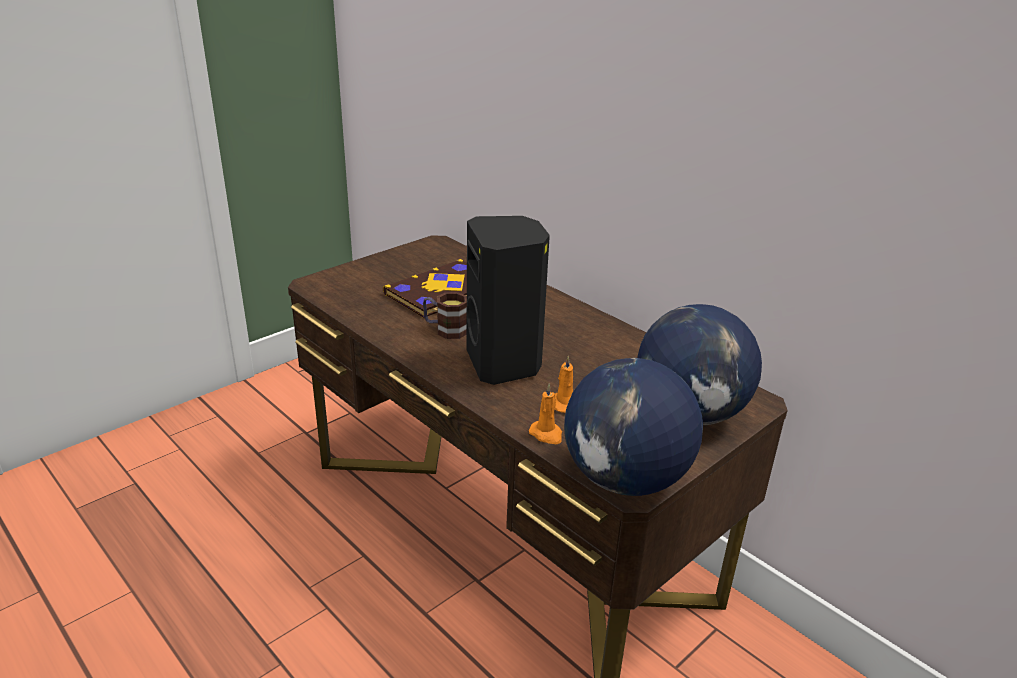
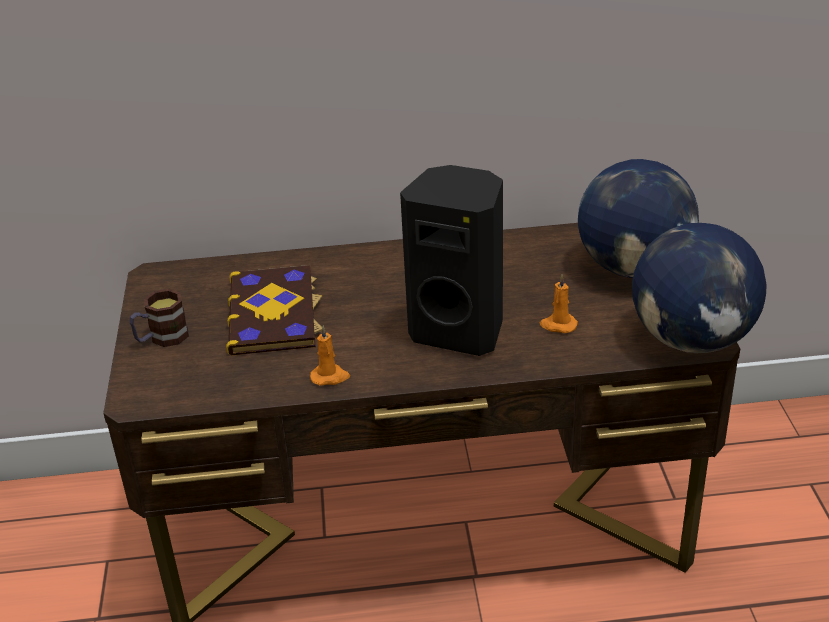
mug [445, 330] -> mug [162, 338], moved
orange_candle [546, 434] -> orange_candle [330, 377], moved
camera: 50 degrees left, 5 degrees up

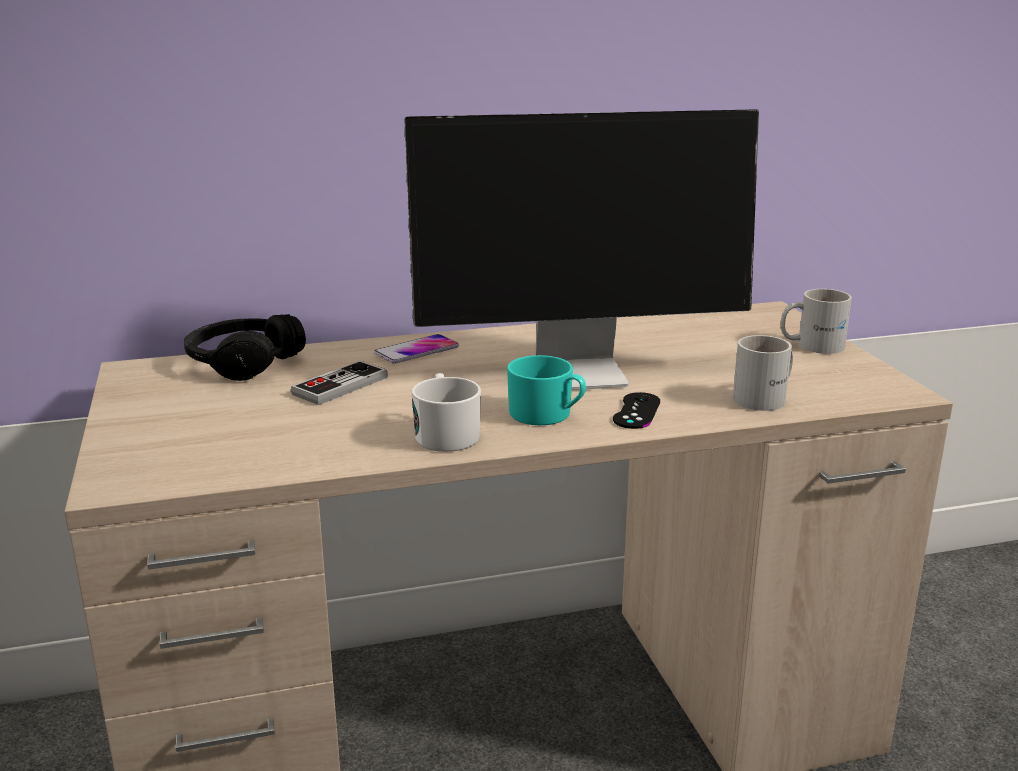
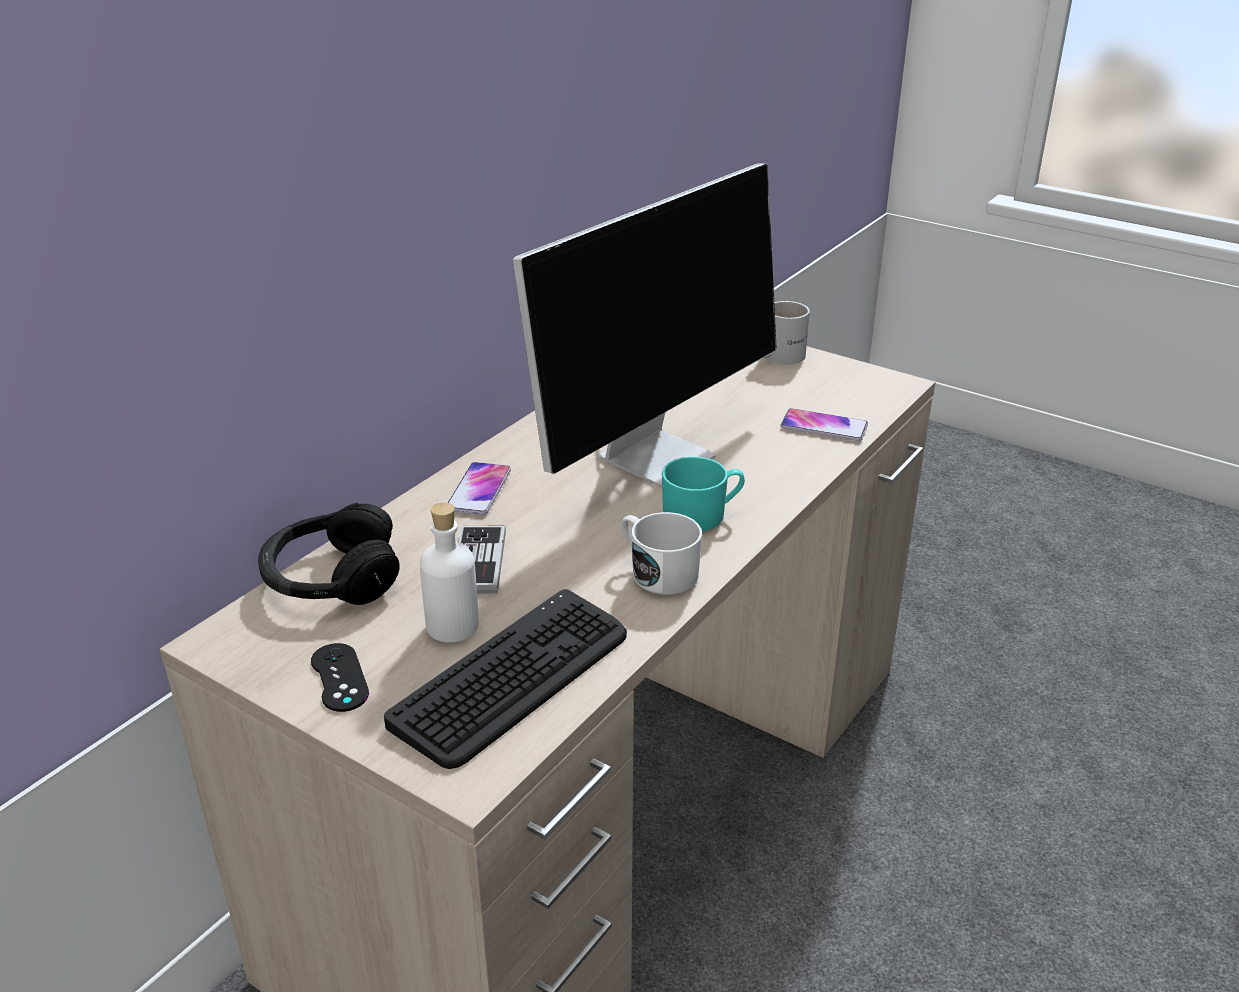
white_mug [767, 398] -> phone [824, 426]
black_game_controller [636, 411] -> black_game_controller [339, 677], moved
none -> white_bottle [452, 626]
none -> keyboard [513, 678]
camera: 40 degrees left, 10 degrees up

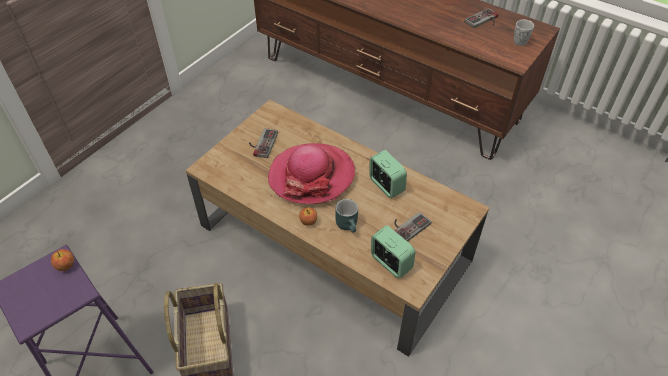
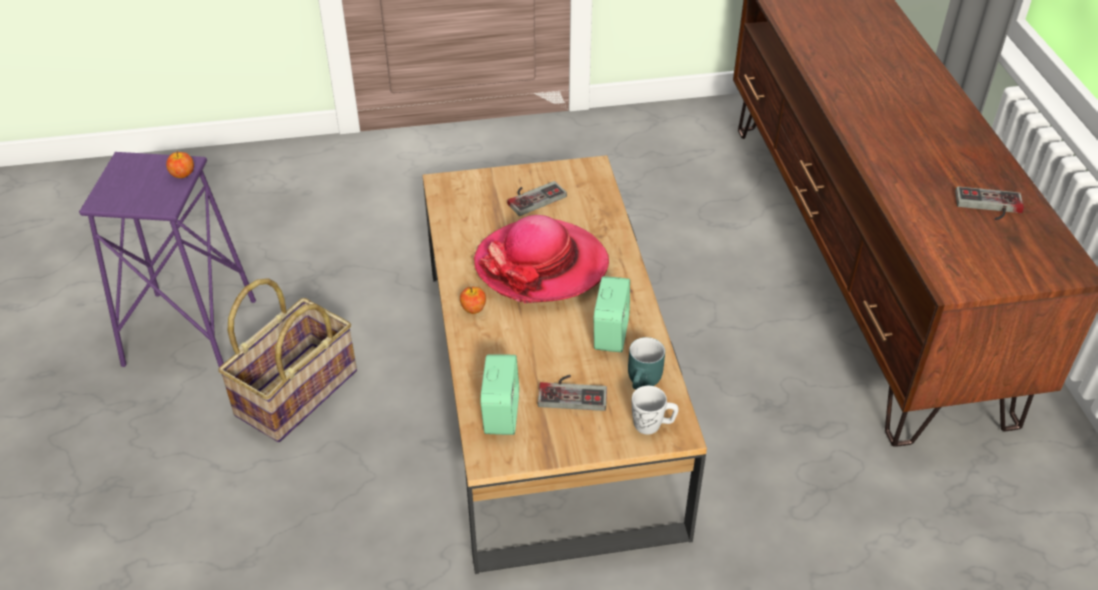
white_mug [522, 41] -> white_mug [653, 425], moved
turquoise_mug [349, 225] -> turquoise_mug [645, 381], moved
camera: 45 degrees right, 5 degrees down

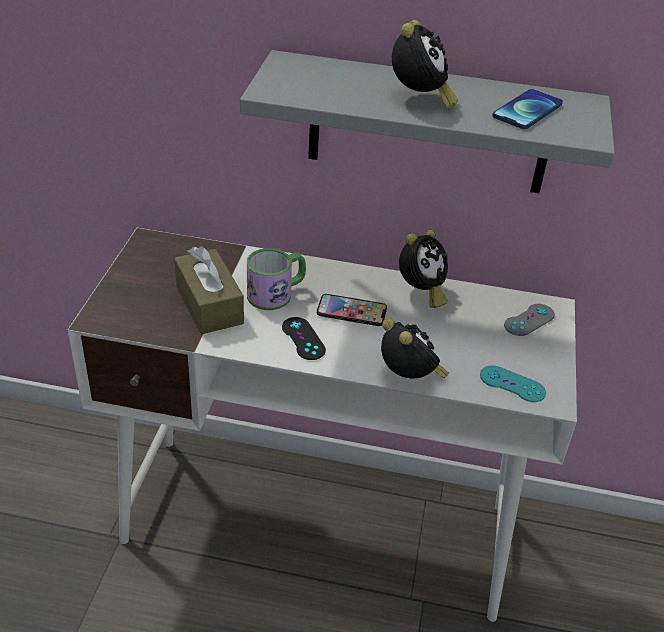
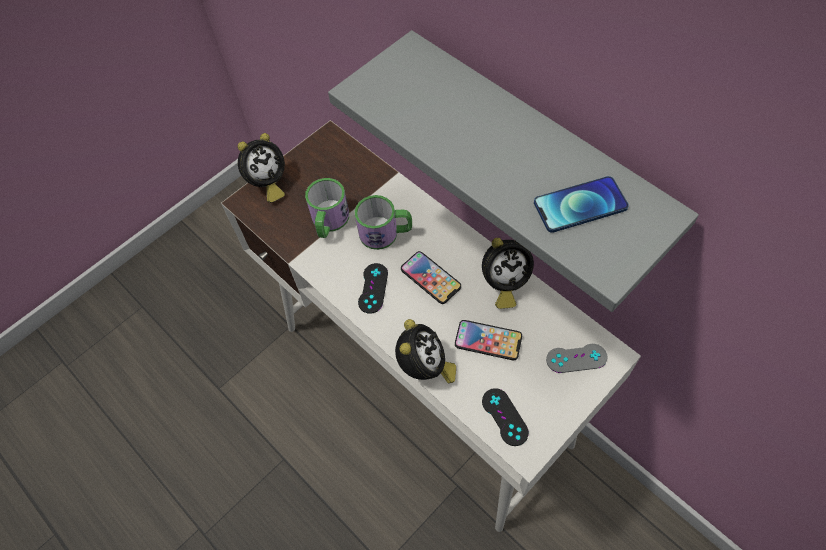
alarm_clock [419, 100] -> alarm_clock [267, 184], moved
brown_tissue_box [209, 304] -> mug [329, 222]
turquoise_game_controller [512, 384] -> black_game_controller [504, 417]
none -> phone [488, 340]
camera: 40 degrees right, 20 degrees up

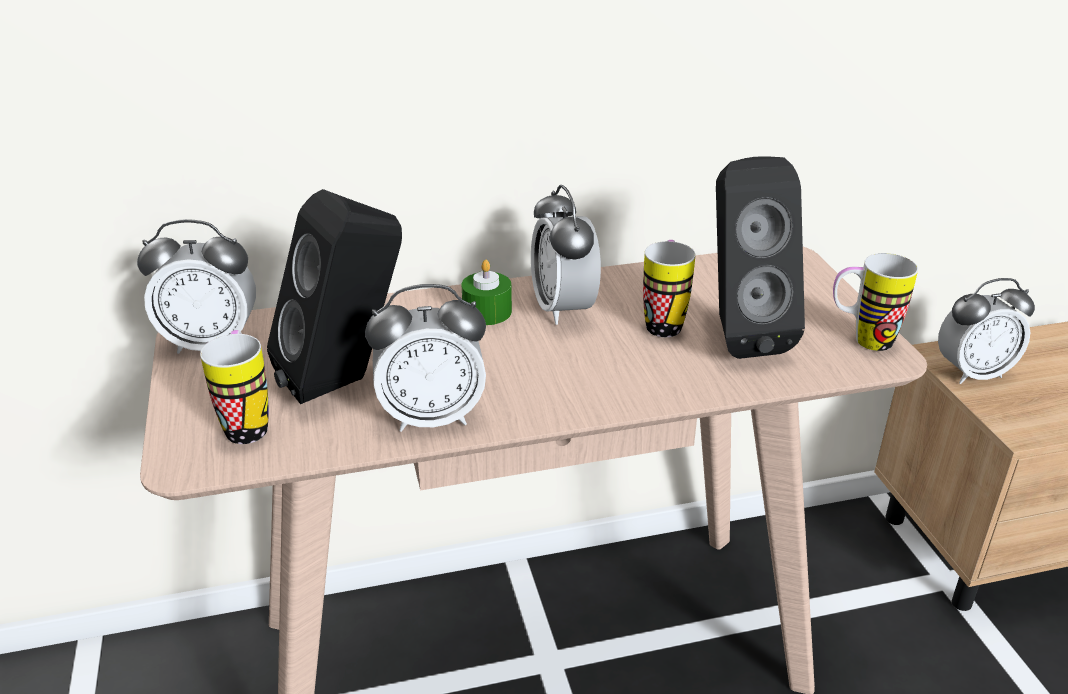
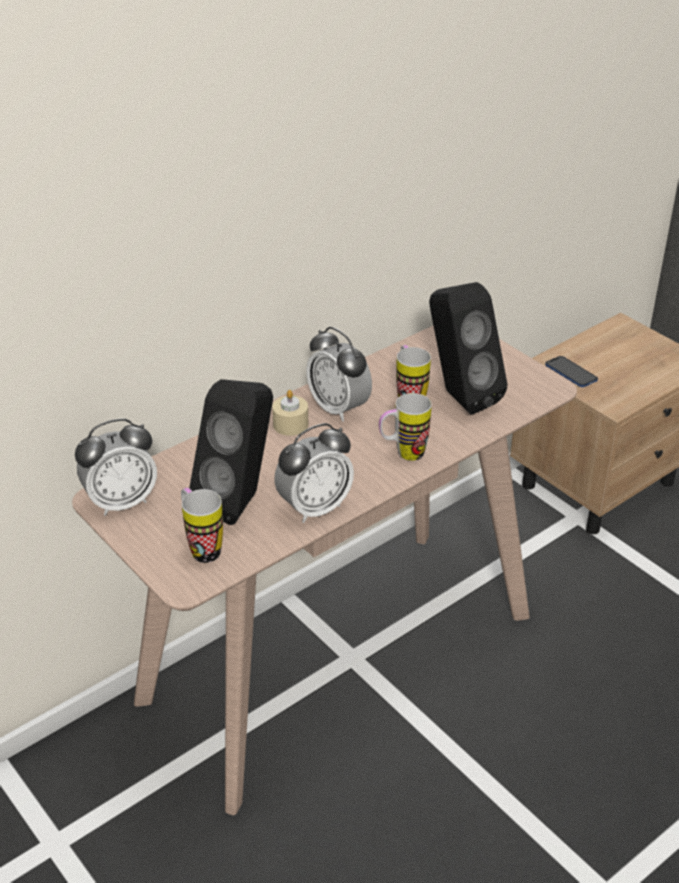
mug [861, 340] -> mug [402, 454], moved
green_candle [487, 312] -> beige_candle [290, 424]
alarm_clock [972, 373] -> phone [571, 373]
camera: 25 degrees left, 5 degrees up

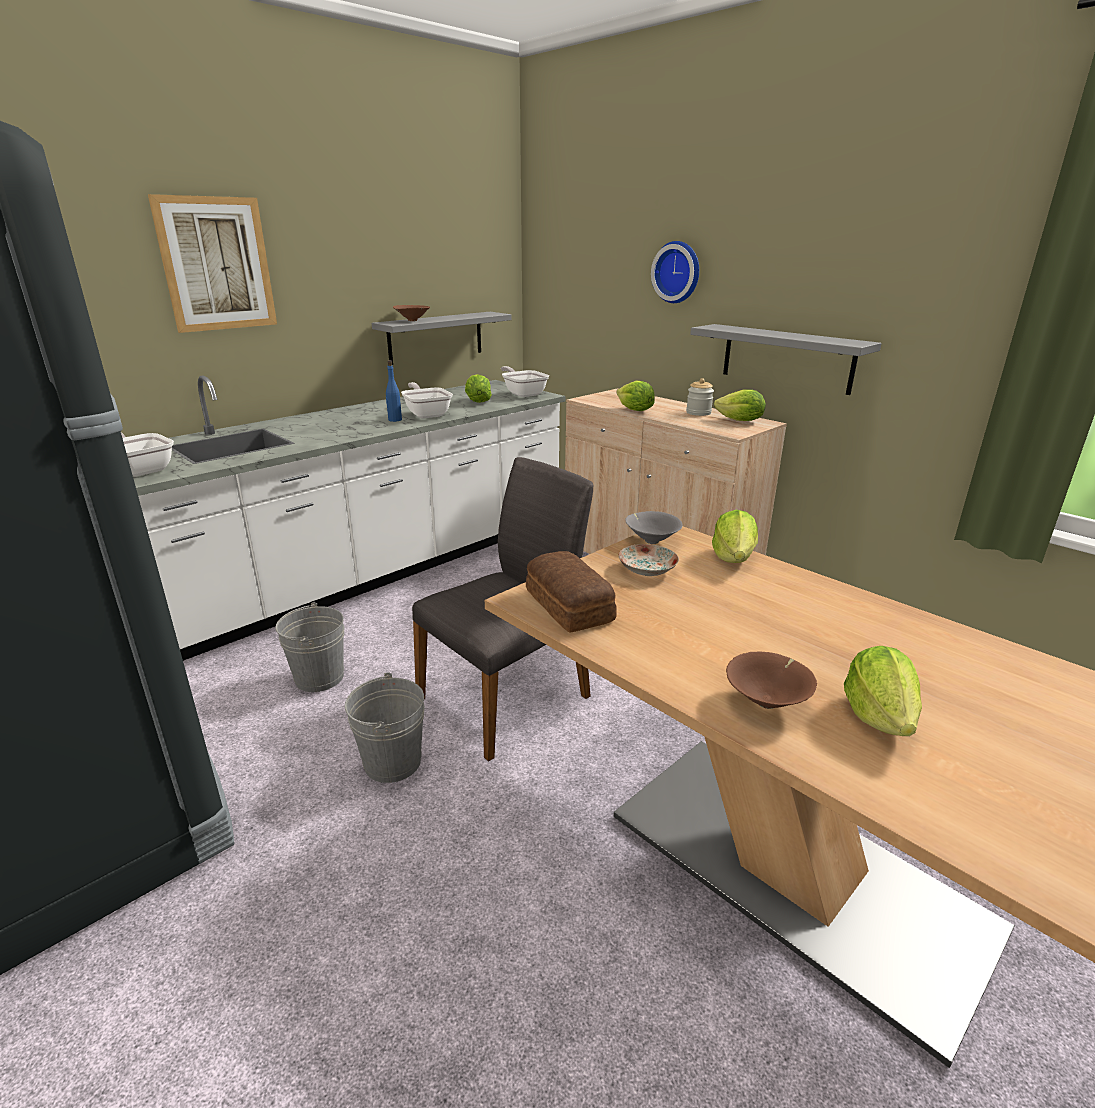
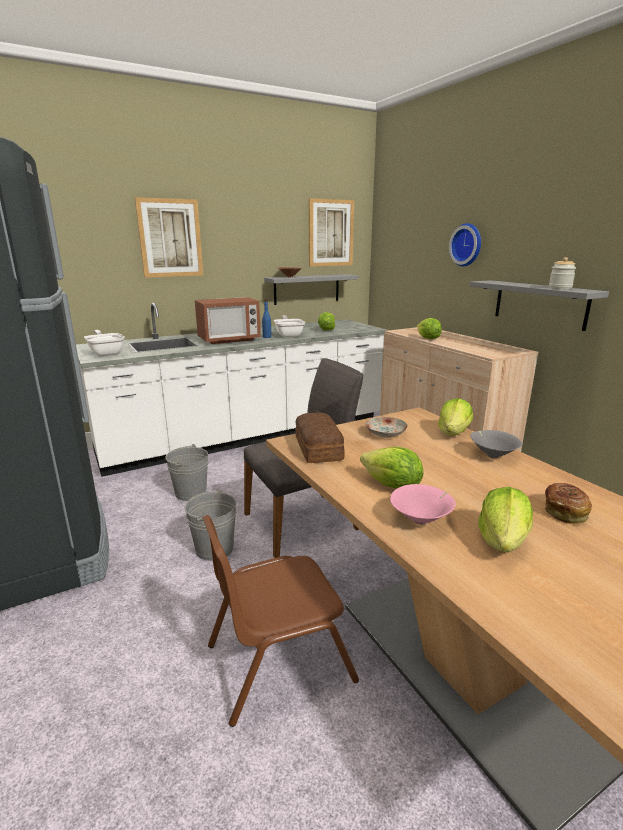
frying_pan [523, 393] -> none
jar [698, 413] -> jar [560, 288], moved
lettuce [740, 421] -> lettuce [392, 486], moved
grey_bowl [651, 541] -> grey_bowl [492, 455], moved
brown_bowl [767, 702] -> pink_bowl [422, 520]
none -> picture [331, 233]
none -> microwave [229, 340]
none -> bread [564, 512]
none -> brown_chair [278, 661]
camera: 15 degrees right, 5 degrees down

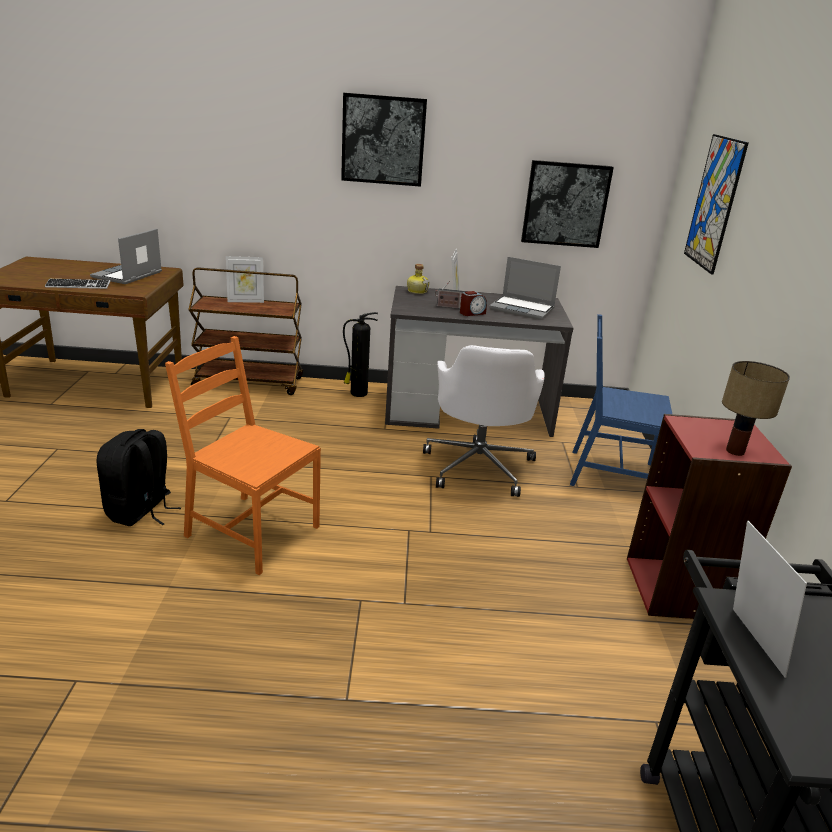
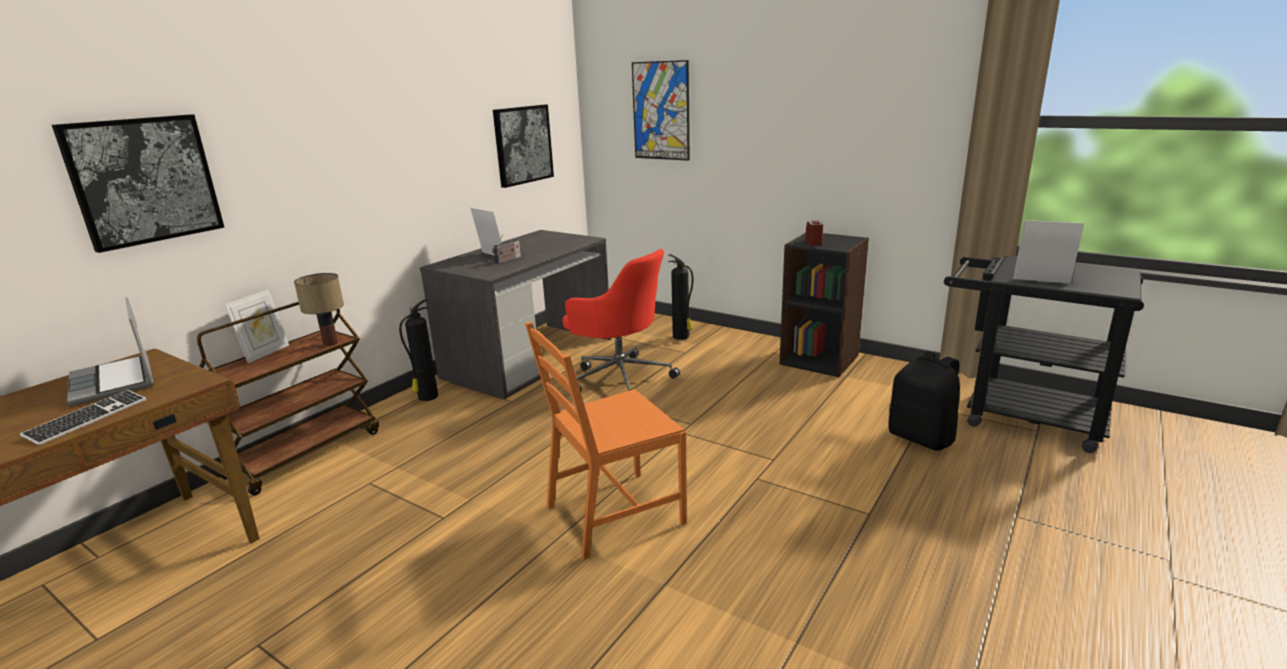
picture [383, 140] -> picture [144, 180], moved
laptop [523, 309] -> none
bottle [417, 291] -> none
alarm_clock [472, 313] -> alarm_clock [814, 242], moved
blue_chair [611, 474] -> fire_extinguisher [681, 337]
white_office_chair [478, 466] -> red_office_chair [619, 378]
table_lamp [734, 451] -> table_lamp [330, 343], moved
red_bookcase [679, 589] -> black_bookcase [819, 359]
black_backpack [140, 511] -> black_backpack [922, 438], moved
camera: 55 degrees left, 5 degrees down

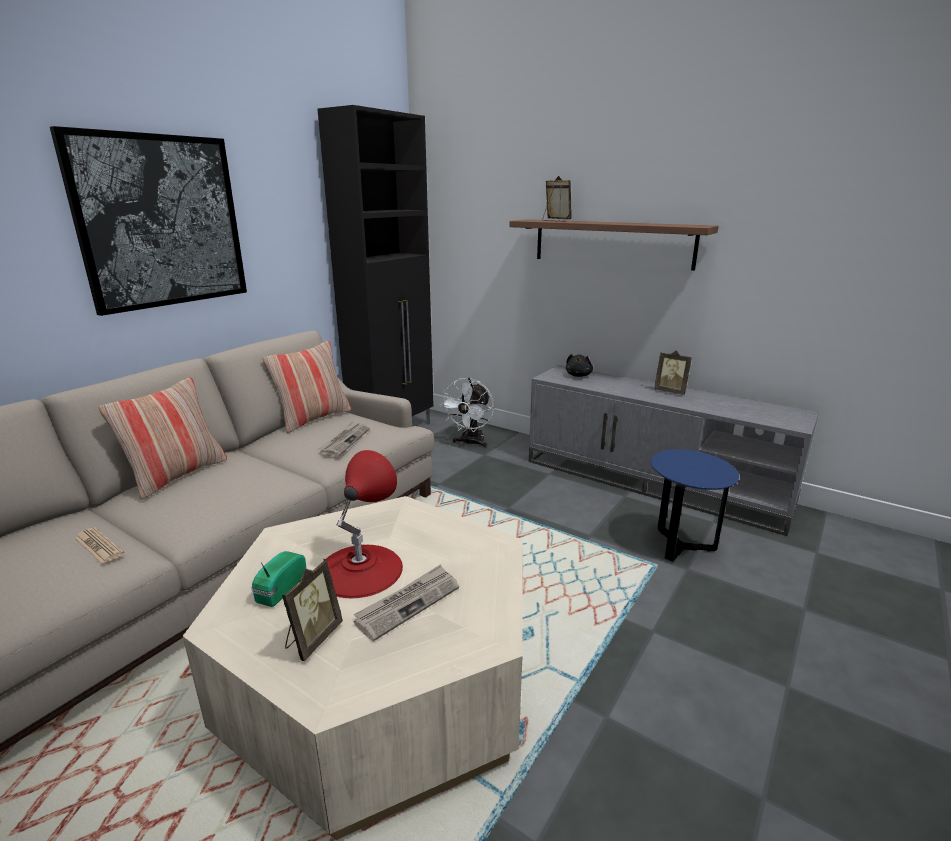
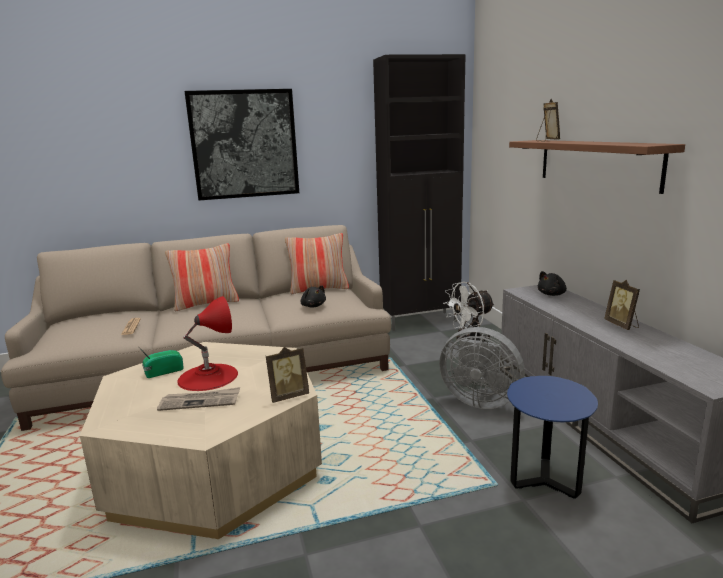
newspaper [345, 440] -> black_plush_toy [313, 306]
picture_frame [312, 638] -> picture_frame [288, 396], moved
none -> grey_fan [479, 400]
camera: 40 degrees right, 5 degrees down

